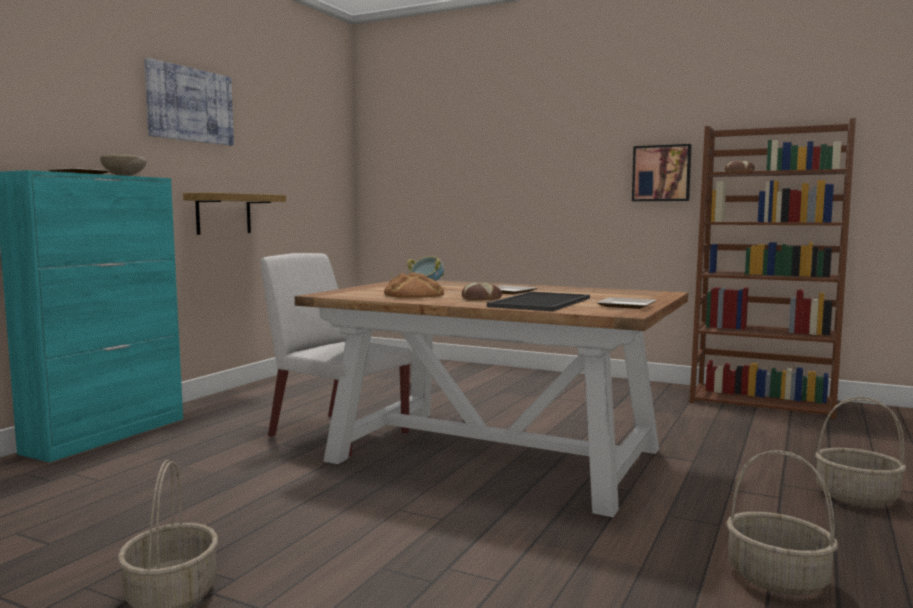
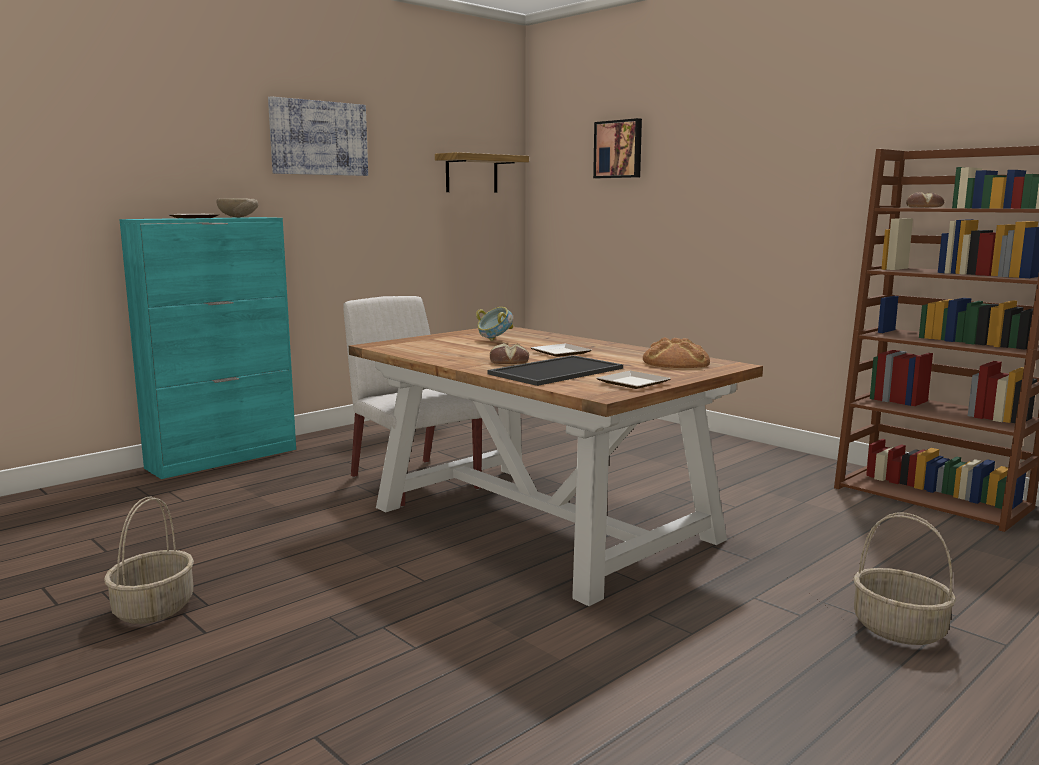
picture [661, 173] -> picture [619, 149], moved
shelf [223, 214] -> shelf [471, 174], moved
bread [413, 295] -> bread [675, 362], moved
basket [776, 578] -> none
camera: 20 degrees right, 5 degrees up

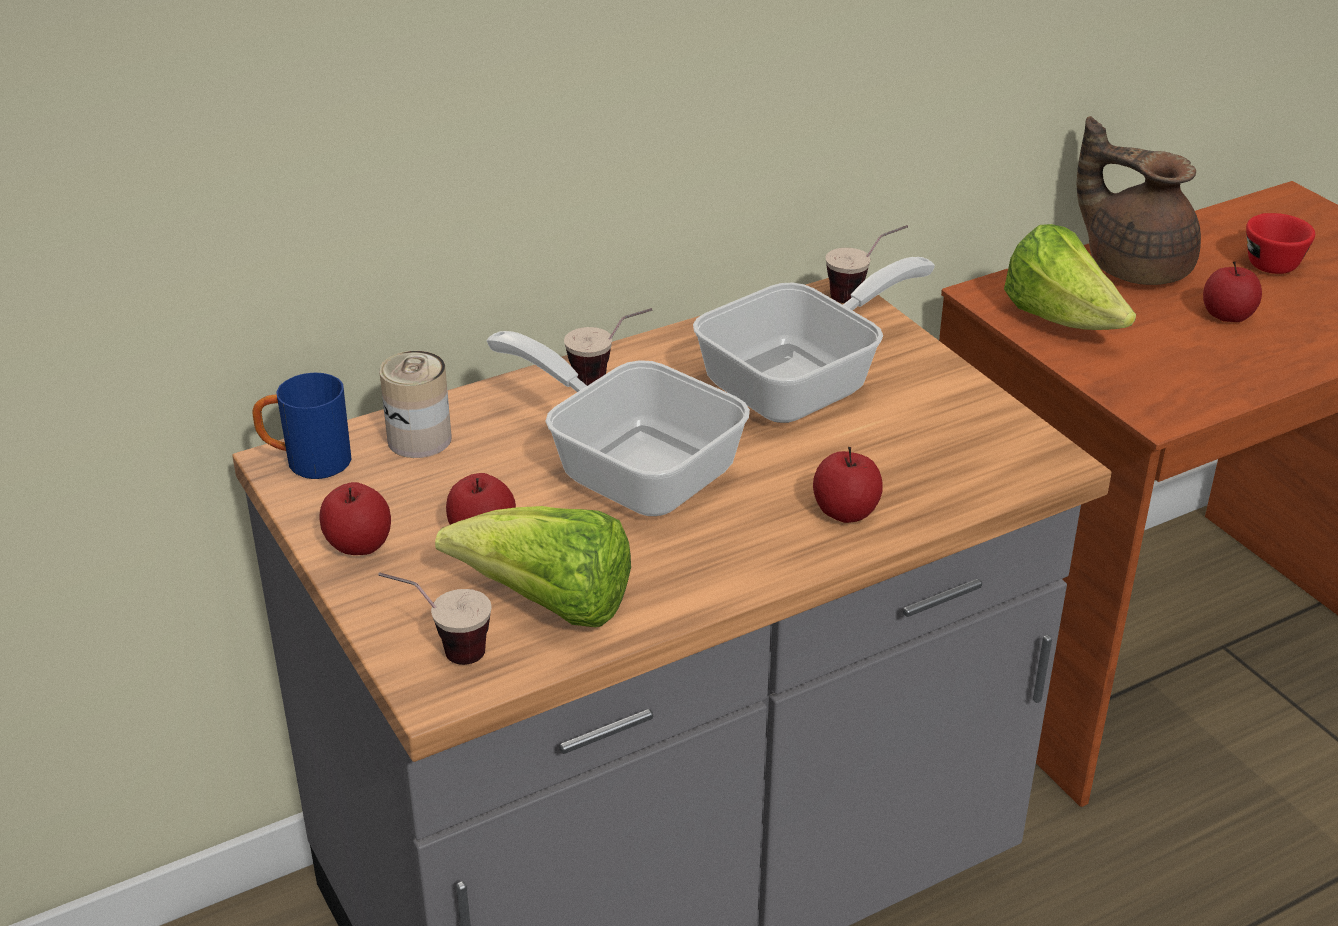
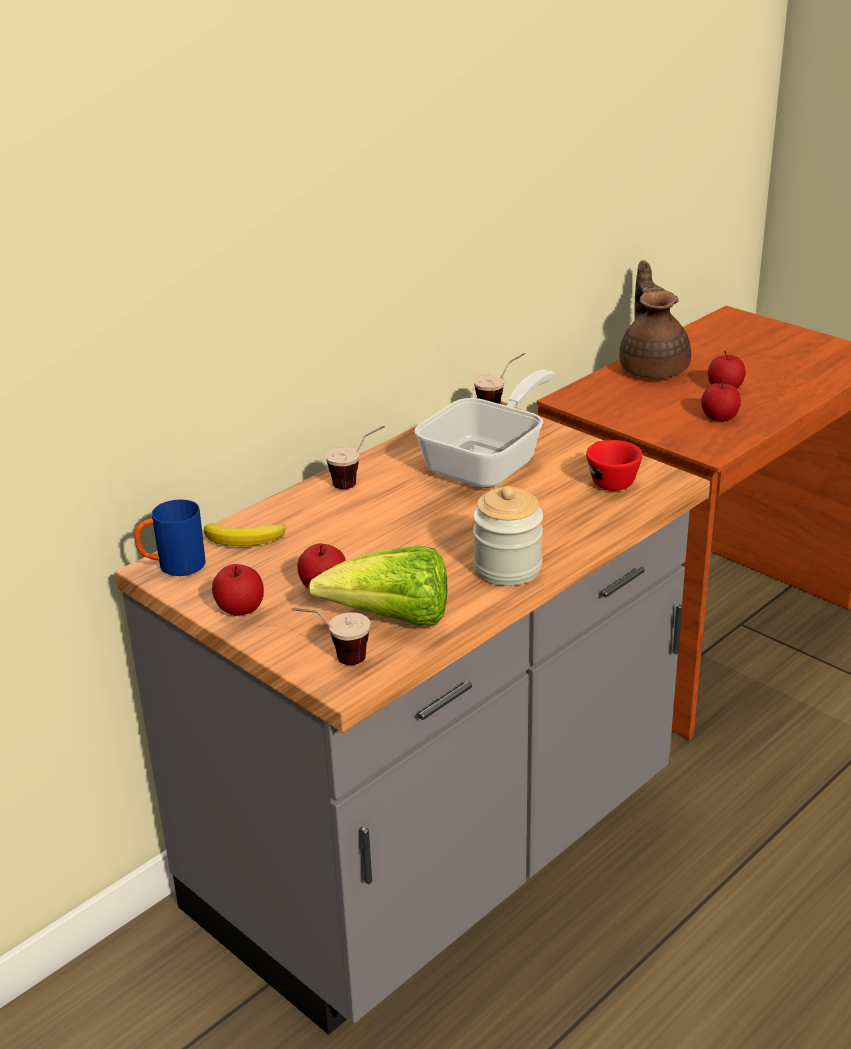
brown_teapot [1134, 265] -> brown_teapot [653, 368], 60 degrees clockwise
red_cup [1268, 260] -> red_cup [608, 480], moved
lettuce [1061, 320] -> none
frying_pan [630, 466] -> none
can [419, 439] -> banana [246, 539]
apple [845, 511] -> apple [719, 417], moved
none -> jar [507, 568]
camera: 15 degrees left, 5 degrees down

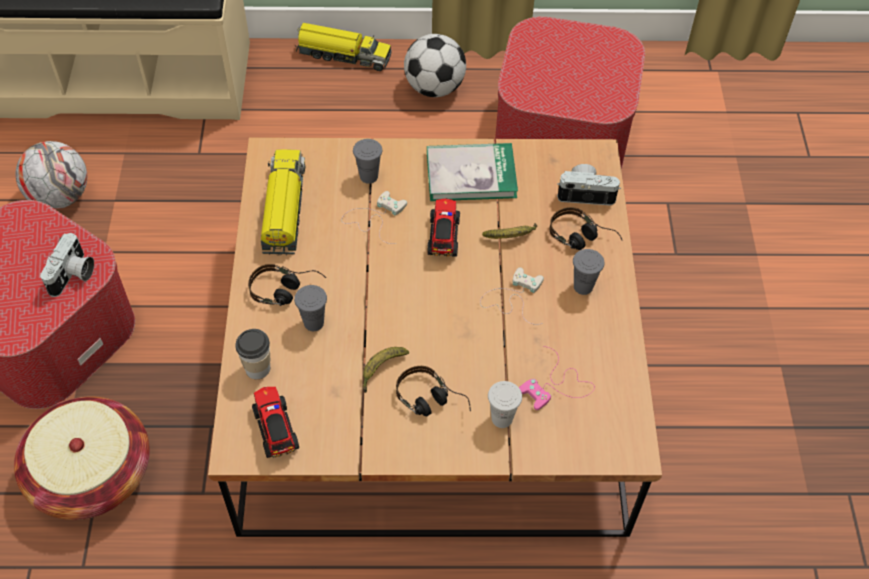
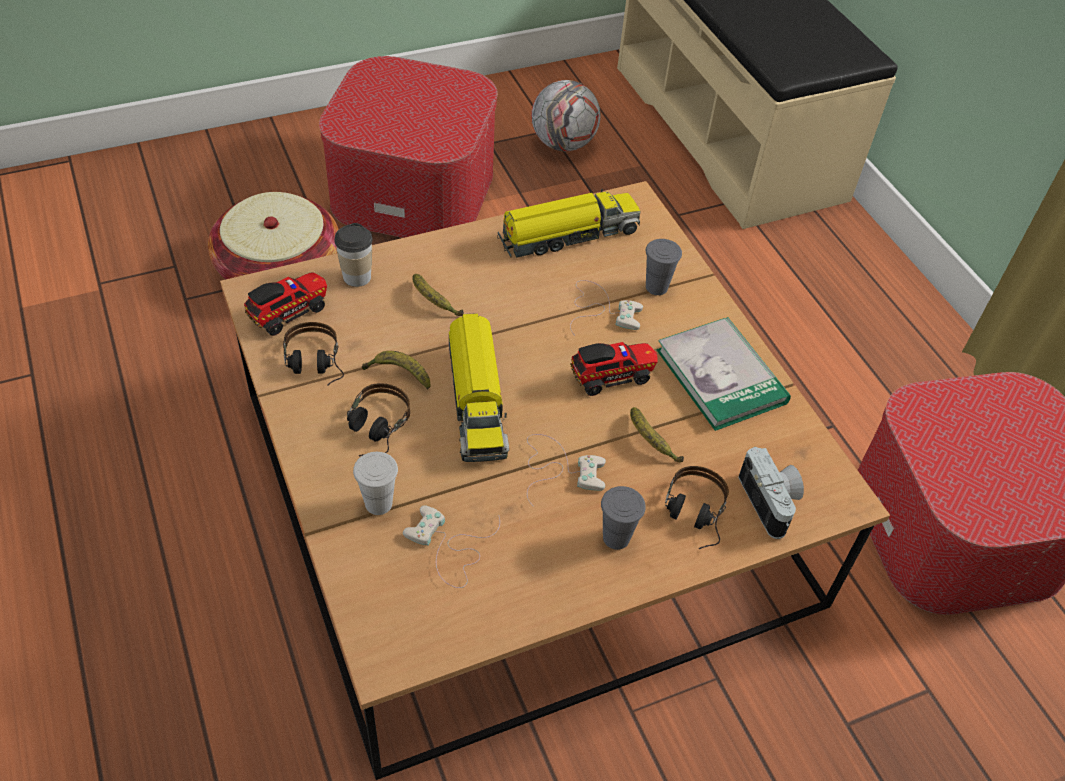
toy_truck [343, 55] -> toy_truck [476, 399], moved
football [434, 88] -> none
photo_camera [73, 276] -> none
headphones [287, 291] -> headphones [314, 368], moved
grey_cup [313, 323] -> banana [433, 301]
pink_game_controller [556, 385] -> white_game_controller [450, 547]
camera: 65 degrees right, 5 degrees down

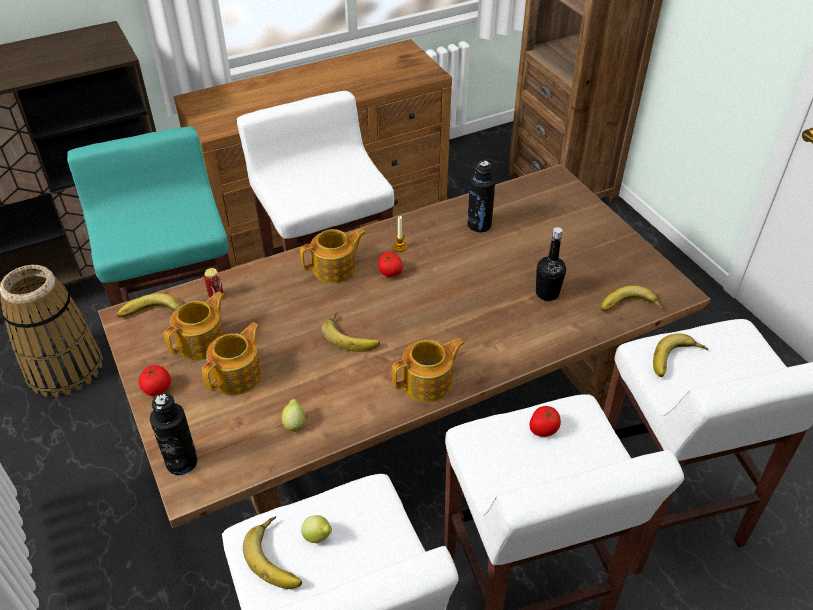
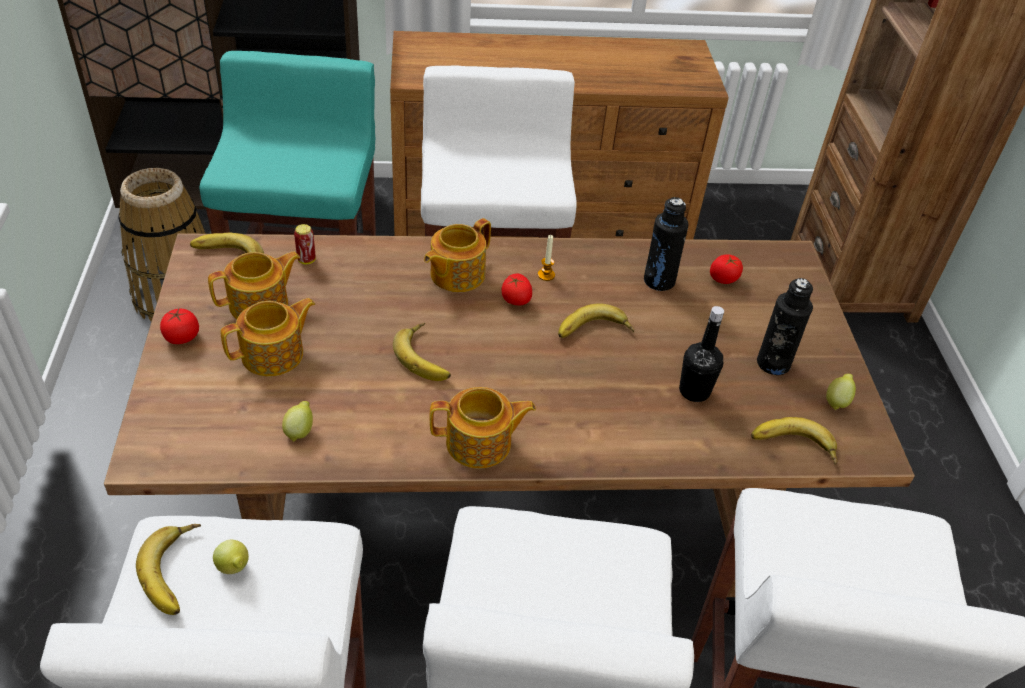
teapot [335, 269] -> teapot [456, 274], 135 degrees clockwise
banana [677, 361] -> banana [594, 332], moved
black_bottle [182, 462] -> black_bottle [773, 363], moved
tomato [543, 429] -> tomato [723, 279], moved
none -> lemon [837, 401]
camera: 20 degrees right, 0 degrees up

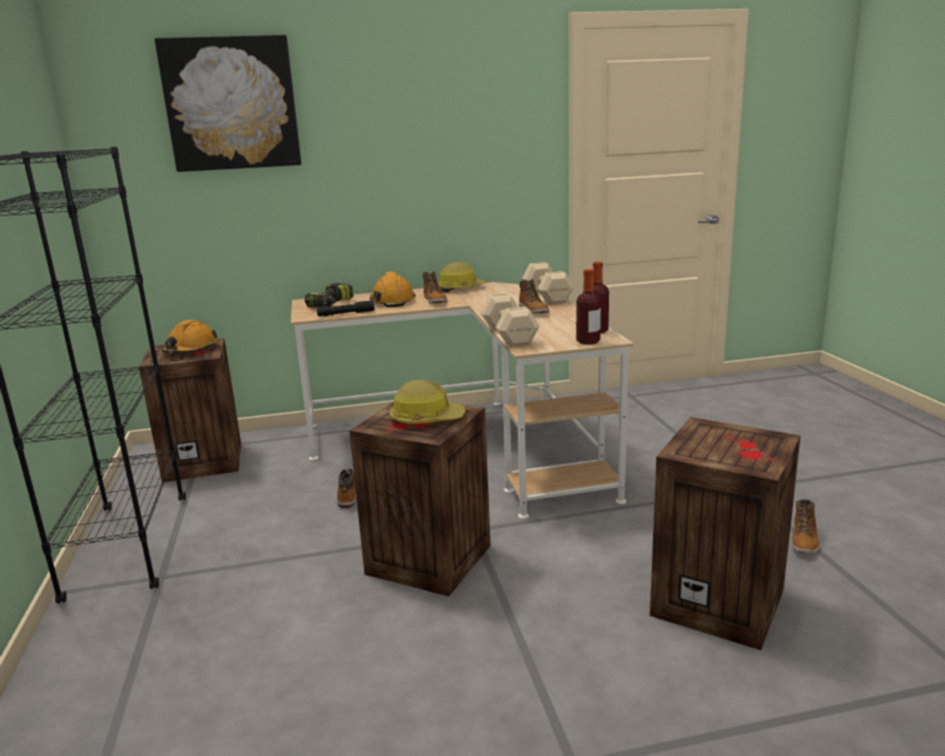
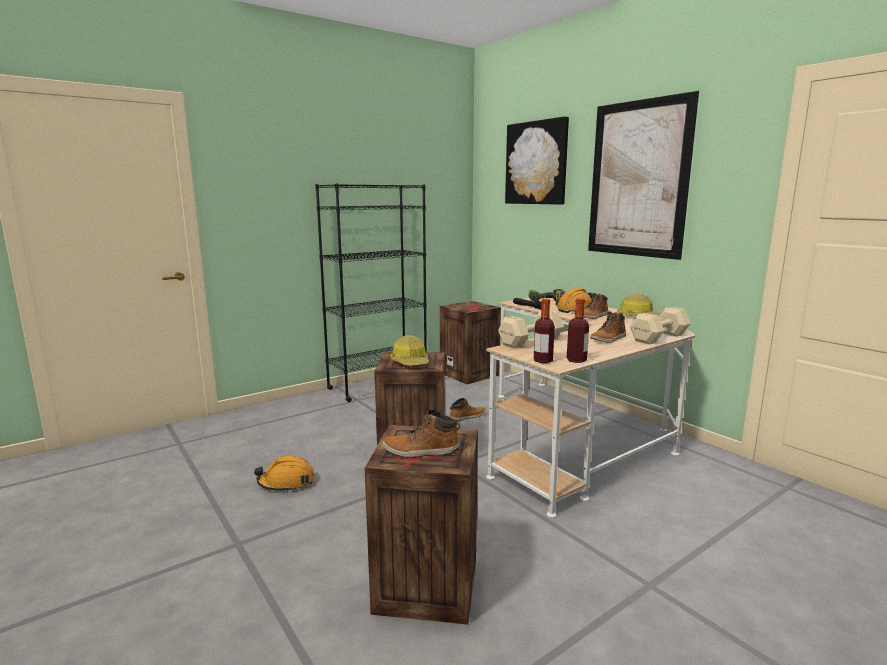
orange_hard_hat [190, 350] -> orange_hard_hat [286, 482], moved
boot [804, 540] -> boot [421, 451], moved
none -> picture [638, 179]
camera: 65 degrees right, 5 degrees down

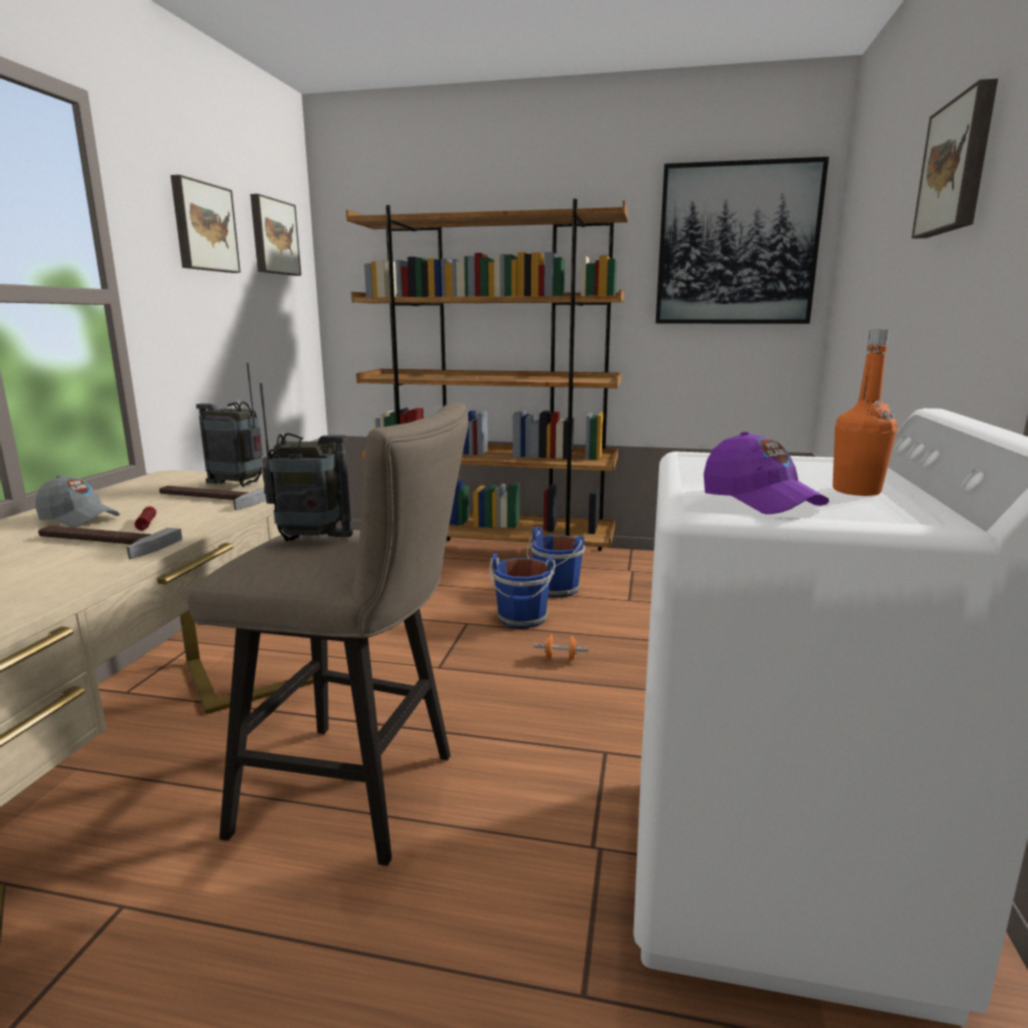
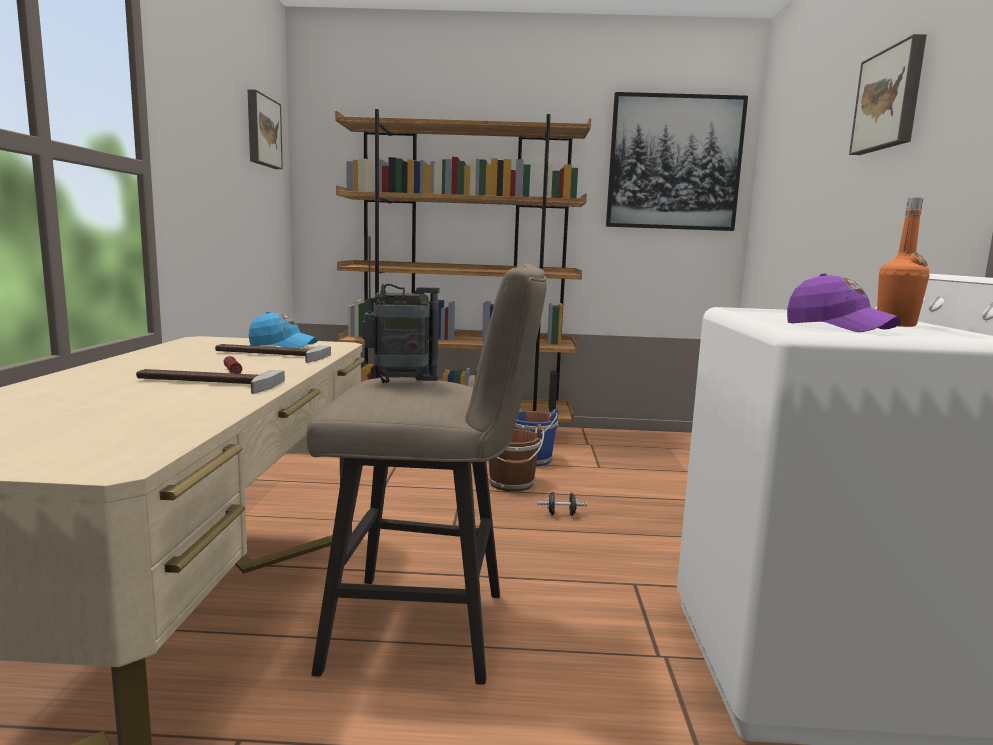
picture [203, 227] -> none
radio [238, 484] -> blue_cap [283, 346]
grey_cap [78, 519] -> none
blue_bucket [522, 619] -> brown_bucket [512, 484]
orange_dumbbell [560, 659] -> black_dumbbell [561, 514]
camera: 10 degrees left, 5 degrees down

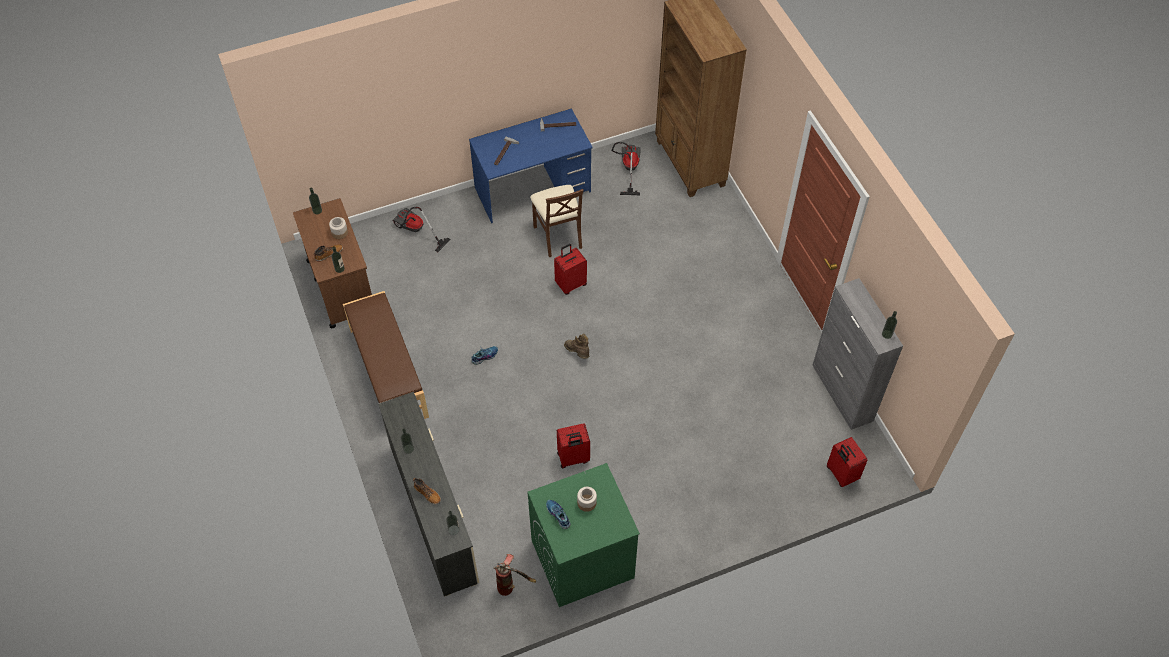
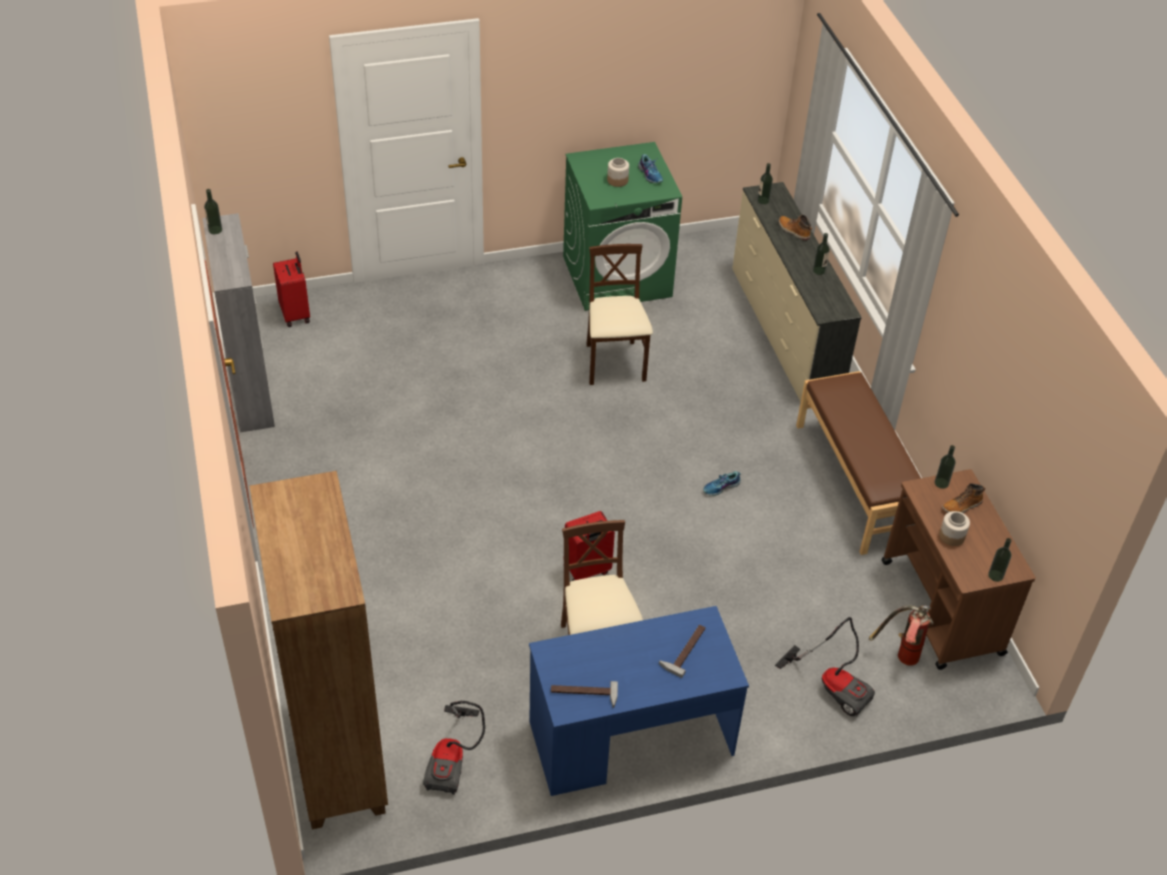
brown_boot [578, 352] -> none
red_suitcase [573, 458] -> beige_chair [614, 363]
fire_extinguisher [511, 586] -> fire_extinguisher [899, 657], moved
camera: 175 degrees left, 10 degrees down

